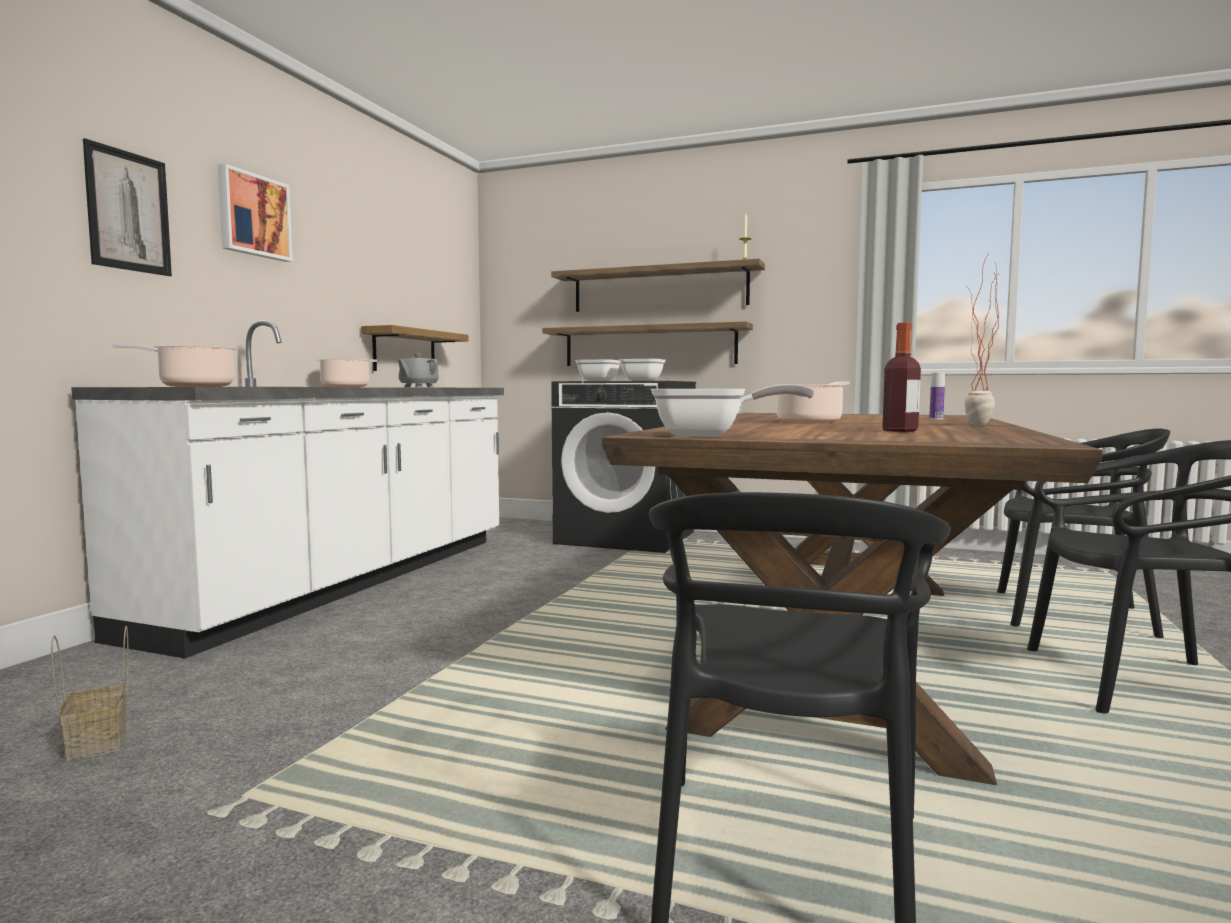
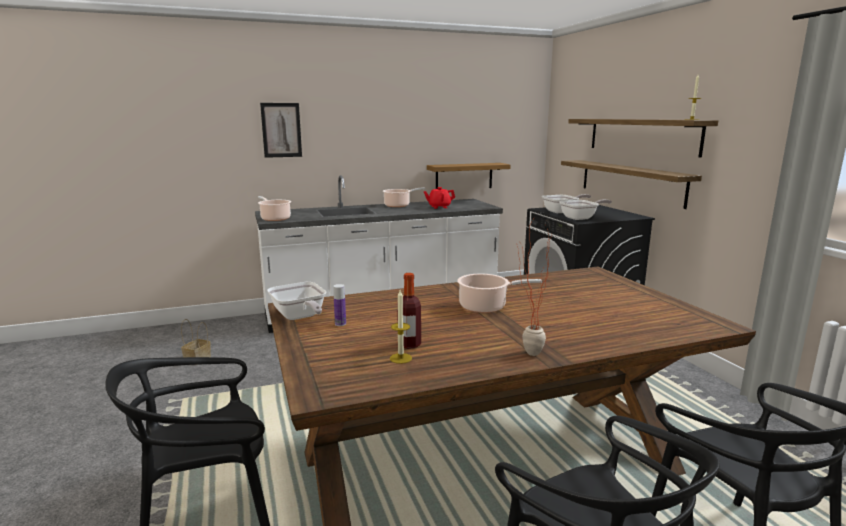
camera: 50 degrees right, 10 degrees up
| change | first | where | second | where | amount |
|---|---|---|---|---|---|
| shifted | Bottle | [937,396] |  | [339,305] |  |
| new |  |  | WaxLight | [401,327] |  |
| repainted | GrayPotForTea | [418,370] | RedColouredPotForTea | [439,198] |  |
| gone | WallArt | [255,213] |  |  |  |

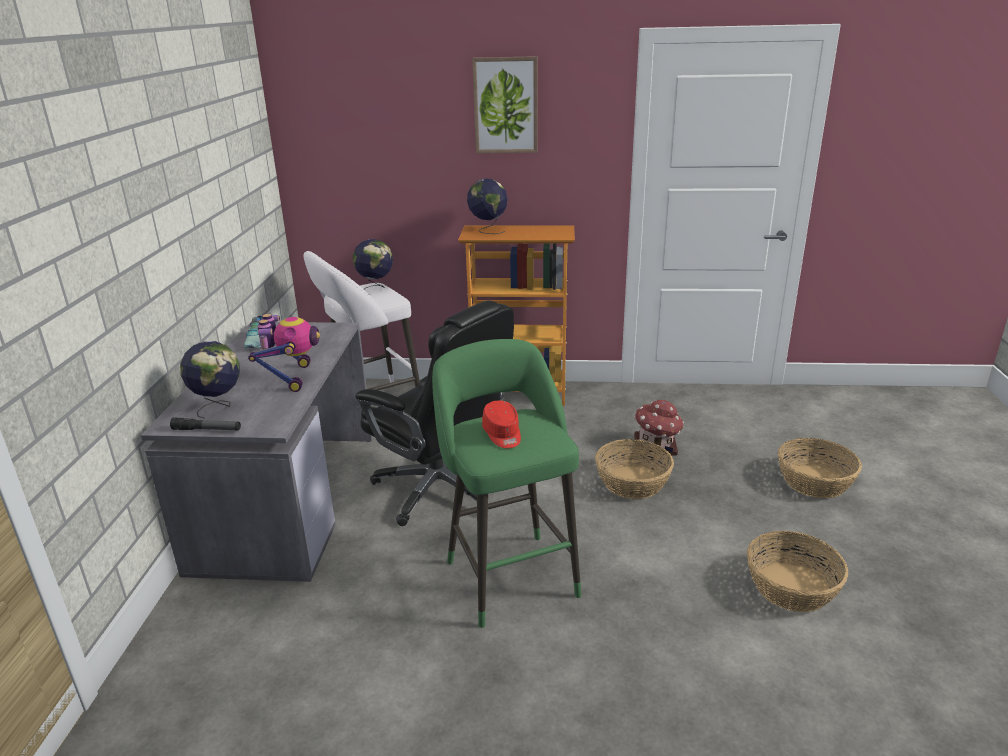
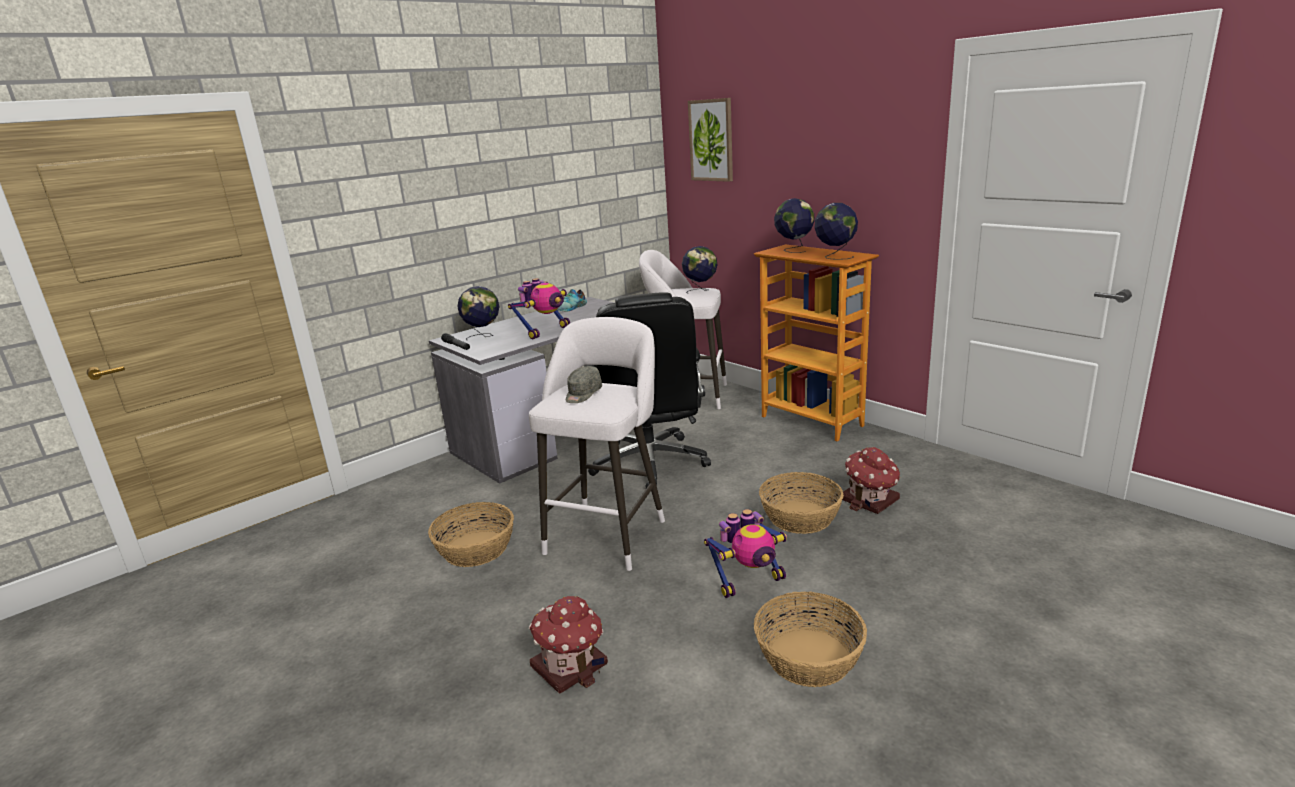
camera: 45 degrees right, 5 degrees down
| change | first | where | second | where | amount |
|---|---|---|---|---|---|
| shifted | StorageBasket | [820,468] |  | [471,534] |  |
| repainted | GreenSittingStool | [506,483] | WhitishSittingStool | [597,444] |  |
| new |  |  | ModelHouse | [568,645] |  |
| repainted | RedColouredCap | [501,424] | GrayCap | [584,384] |  |
| shifted | WallArt | [505,104] |  | [710,140] |  |
| new |  |  | ToyRobot | [745,553] |  |
| new |  |  | DeskGlobe | [836,231] |  |

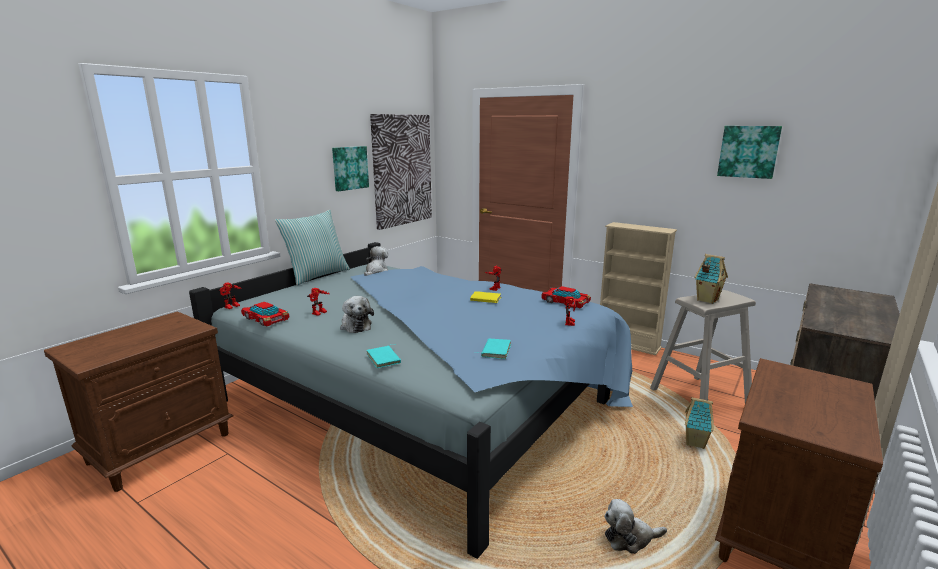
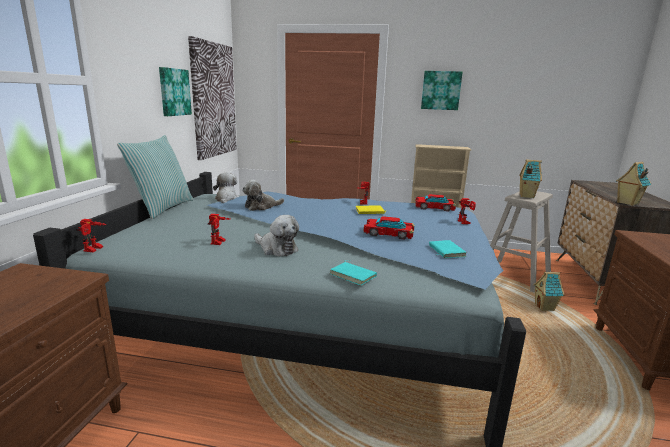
camera: 25 degrees left, 0 degrees up
| change | first | where | second | where | amount |
|---|---|---|---|---|---|
| shifted | PlushToy | [635,526] |  | [263,195] |  |
| shifted | ToyCar | [265,314] |  | [389,227] |  |
| shifted | WallArt | [749,152] |  | [442,90] |  |
| new |  |  | ModelHouse | [633,184] |  |

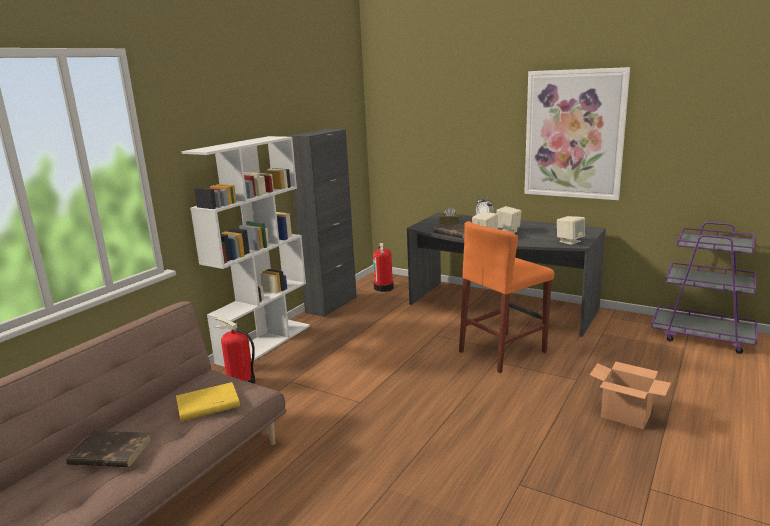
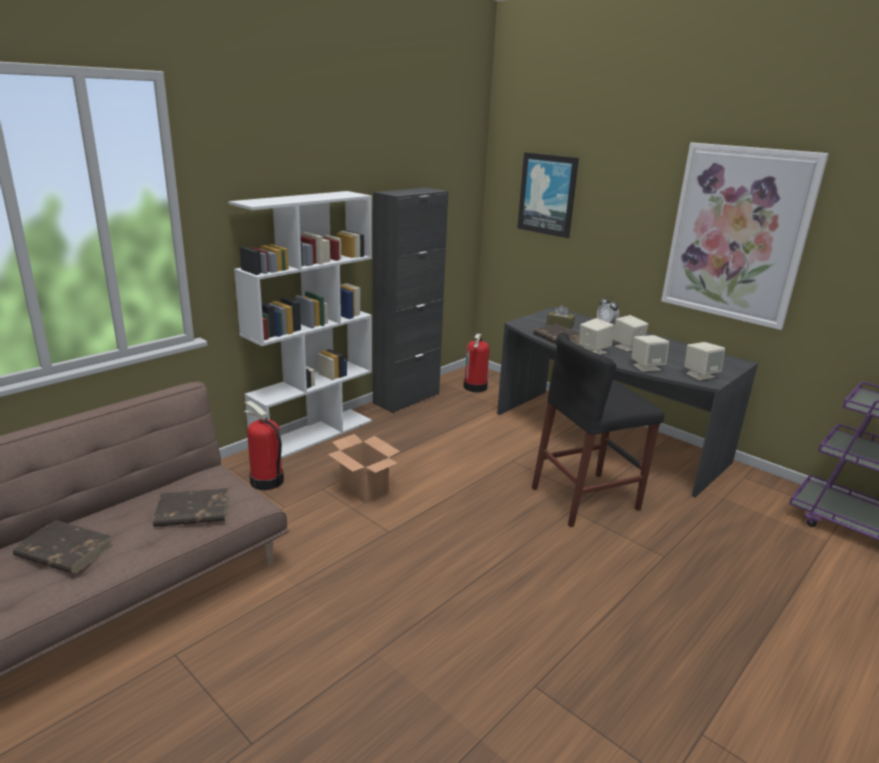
camera: 10 degrees right, 5 degrees up
| change | first | where | second | where | amount |
|---|---|---|---|---|---|
| repainted | YellowColouredBoundBook | [208,401] | BrownColouredBoundBook | [191,507] |  |
| shifted | Carton | [630,395] |  | [364,468] |  |
| new |  |  | WallArt | [548,195] |  |
| repainted | OrangeColouredSittingStool | [506,297] | BlackSittingStool | [598,430] |  |
| new |  |  | SandColouredSpeaker | [650,353] |  |

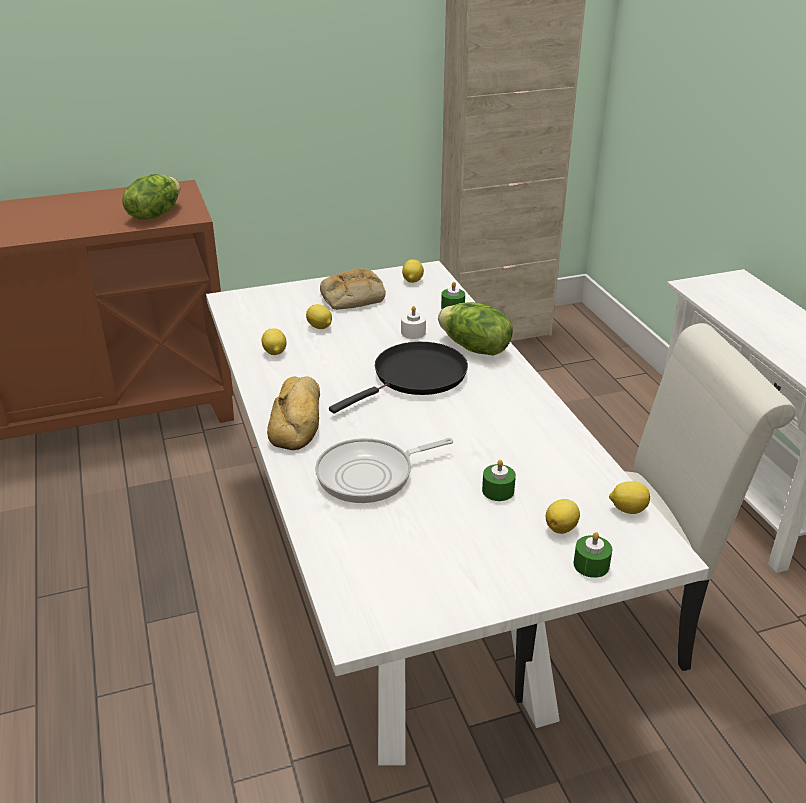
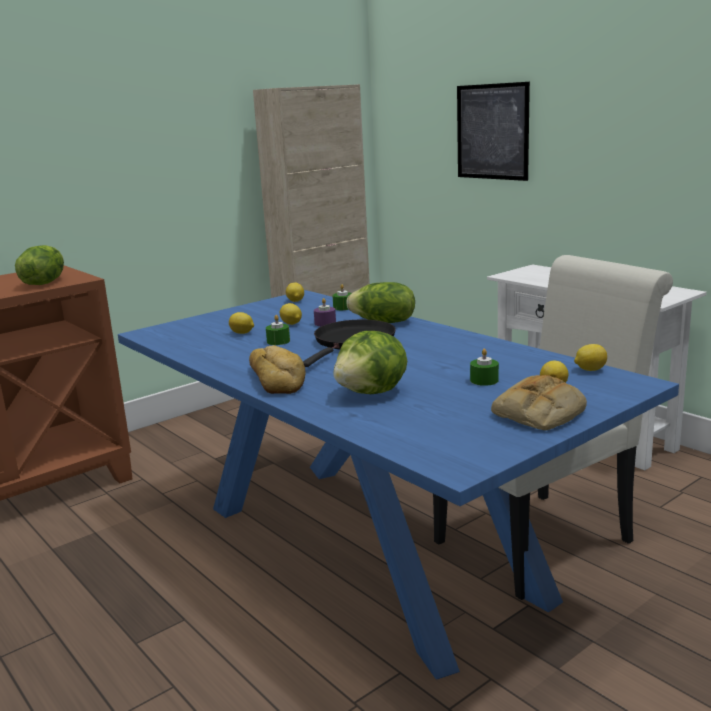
camera: 20 degrees left, 15 degrees down
| change | first | where | second | where | amount |
|---|---|---|---|---|---|
| repainted | WhitishKitchenTable | [457,513] | BlueColouredKitchenTable | [398,485] |  |
| shifted | GreenWaxLight | [592,555] |  | [278,330] |  |
| shifted | CitrusFruit | [274,341] |  | [291,314] |  |
| repainted | WhitishWaxLight | [413,322] | PurplishWaxLight | [325,312] |  |
| swapped | Skillet | [384,470] | LettuceHead | [370,362] |  |
| new |  |  | WallArt | [493,131] |  |
| shifted | BakedBread | [353,289] |  | [539,402] |  |

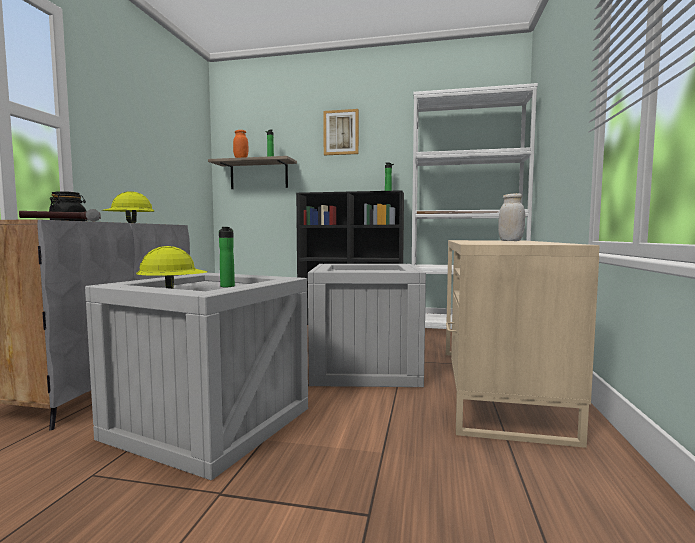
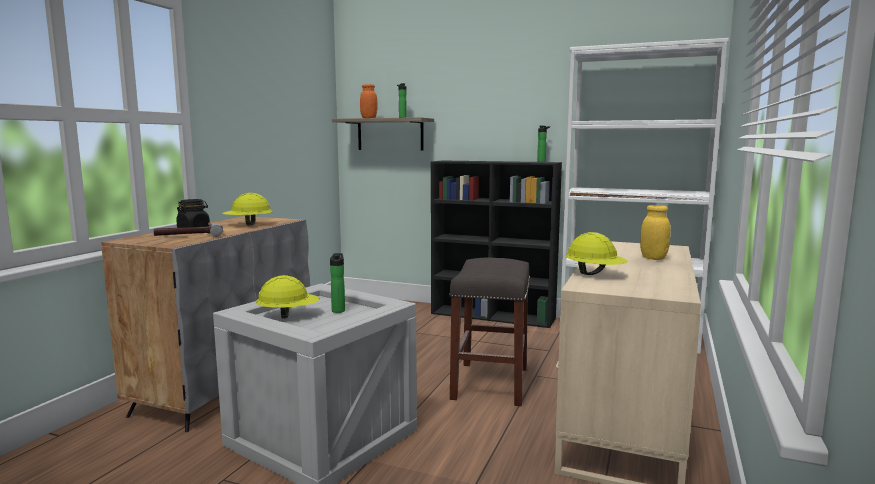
camera: 10 degrees right, 5 degrees up
| change | first | where | second | where | amount |
|---|---|---|---|---|---|
| swapped | PackingCrate | [367,325] | GraySittingStool | [489,332] |  |
| new |  |  | YellowColouredHardHat | [596,253] |  |
| repainted | WhitishPreserveJar | [511,217] | YellowColouredPreserveJar | [655,232] |  |
| gone | WallArt | [341,132] |  |  |  |

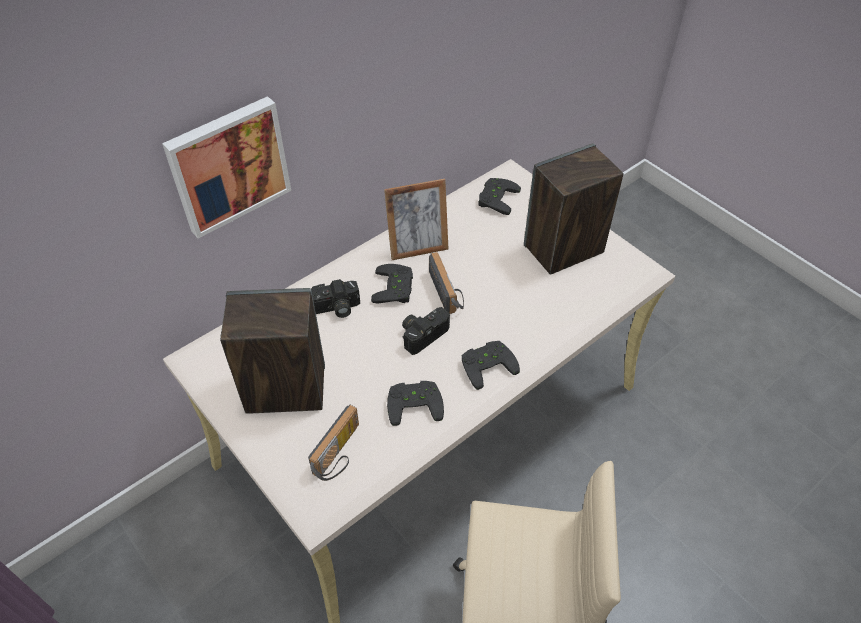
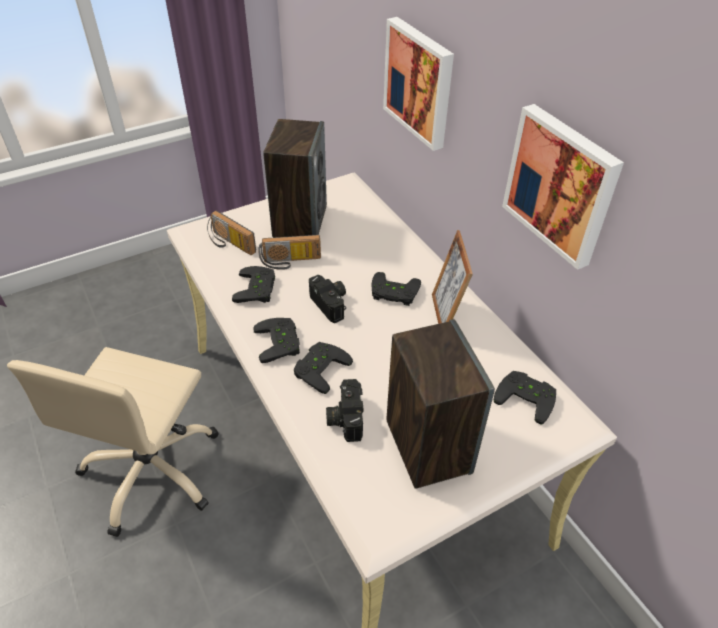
camera: 100 degrees right, 5 degrees down
| change | first | where | second | where | amount |
|---|---|---|---|---|---|
| shifted | RadioReceiver | [446,283] |  | [289,252] |  |
| new |  |  | BlackJoypad | [323,368] |  |
| shifted | StillCamera | [335,298] |  | [344,410] |  |
| new |  |  | WallArt | [563,187] |  |

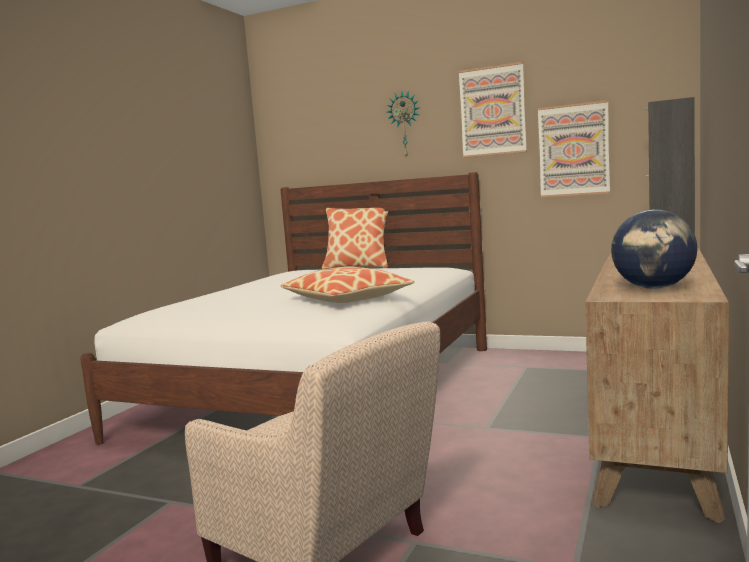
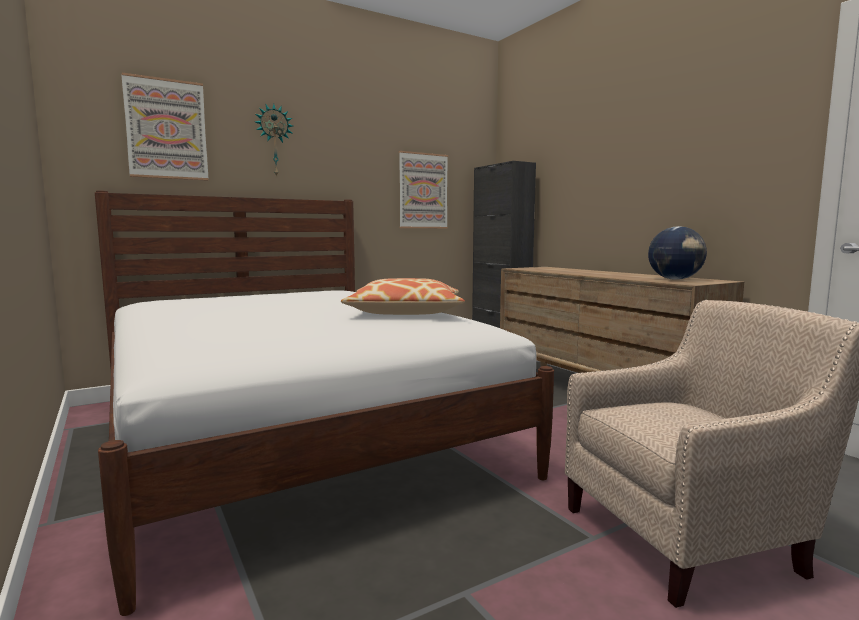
camera: 55 degrees left, 0 degrees up
| change | first | where | second | where | amount |
|---|---|---|---|---|---|
| shifted | WallArt | [493,110] |  | [165,127] |  |
| gone | Pillow | [355,238] |  |  |  |

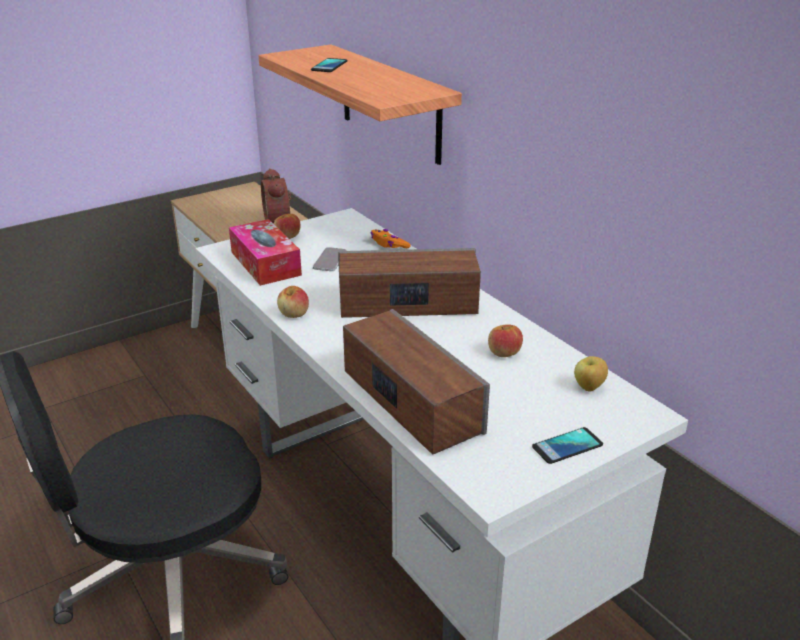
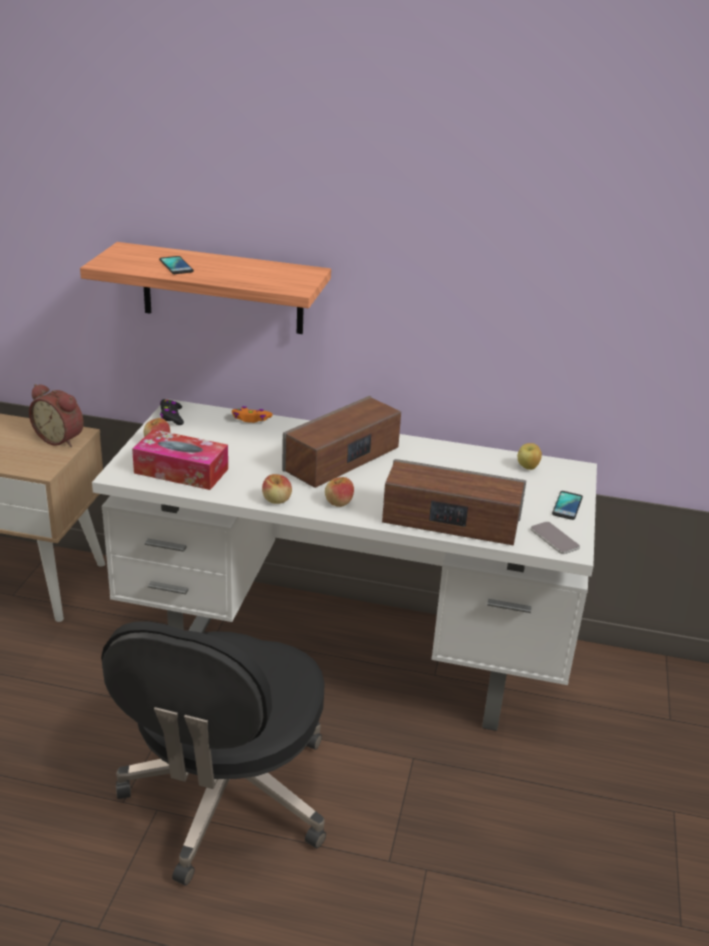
camera: 45 degrees left, 0 degrees up
| change | first | where | second | where | amount |
|---|---|---|---|---|---|
| new |  |  | BlackJoypad | [172,412] |  |
| shifted | WholeApple | [505,340] |  | [339,492] |  |
| shifted | Telephone | [330,259] |  | [555,537] |  |

